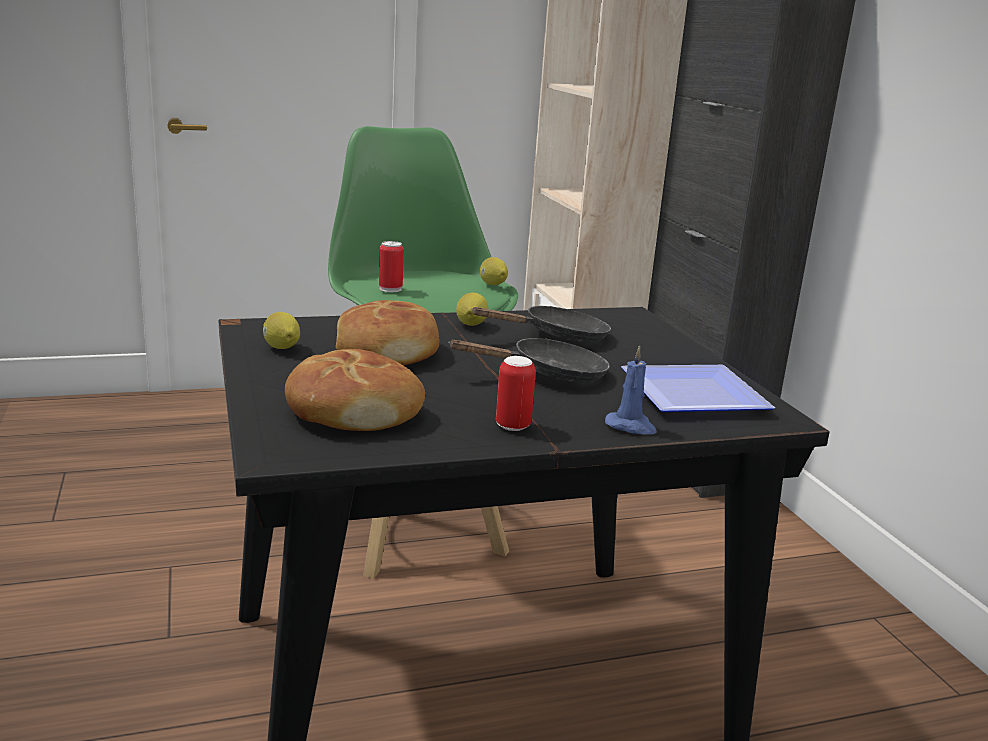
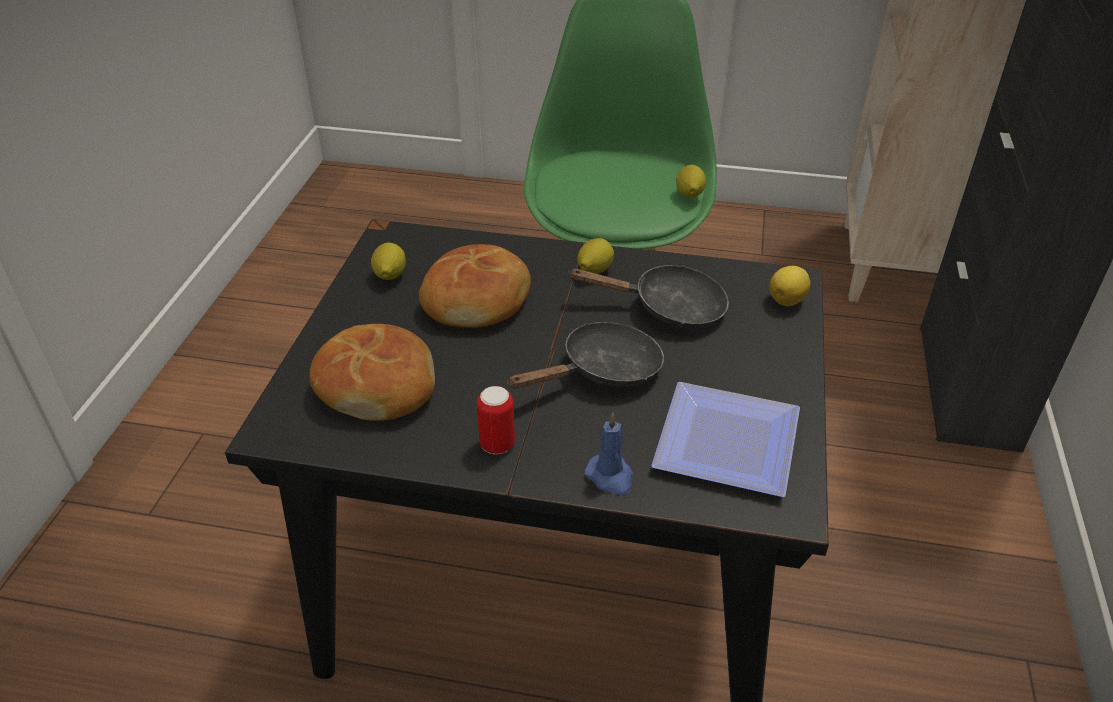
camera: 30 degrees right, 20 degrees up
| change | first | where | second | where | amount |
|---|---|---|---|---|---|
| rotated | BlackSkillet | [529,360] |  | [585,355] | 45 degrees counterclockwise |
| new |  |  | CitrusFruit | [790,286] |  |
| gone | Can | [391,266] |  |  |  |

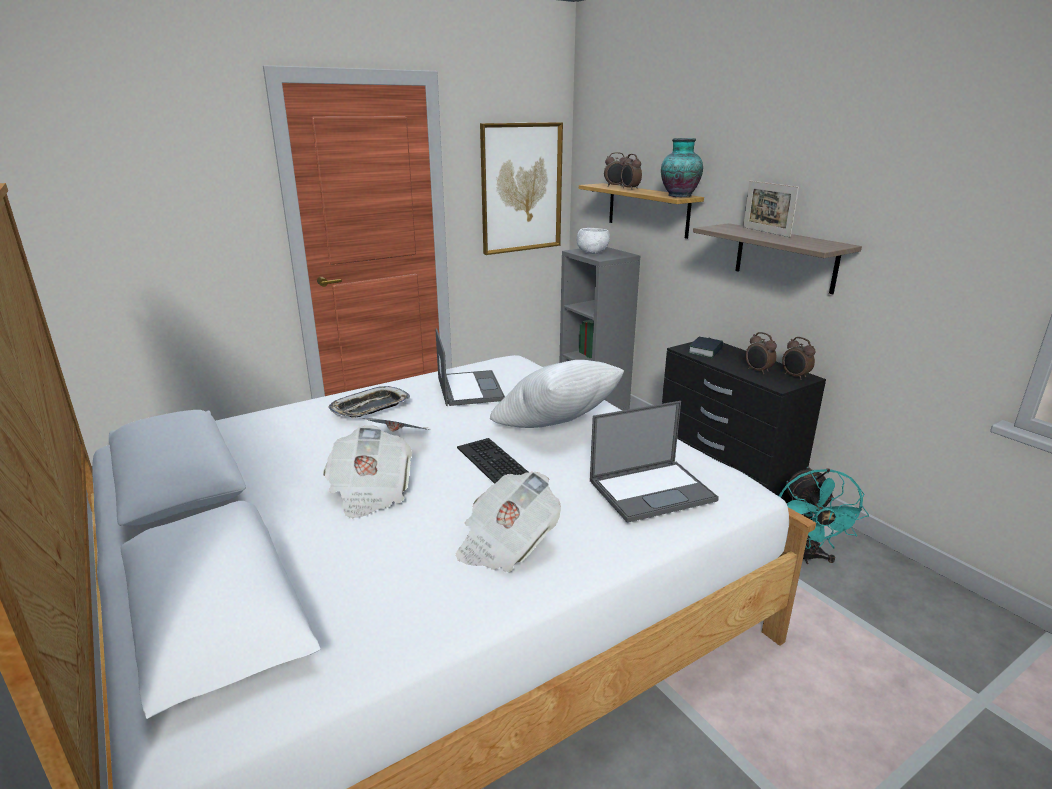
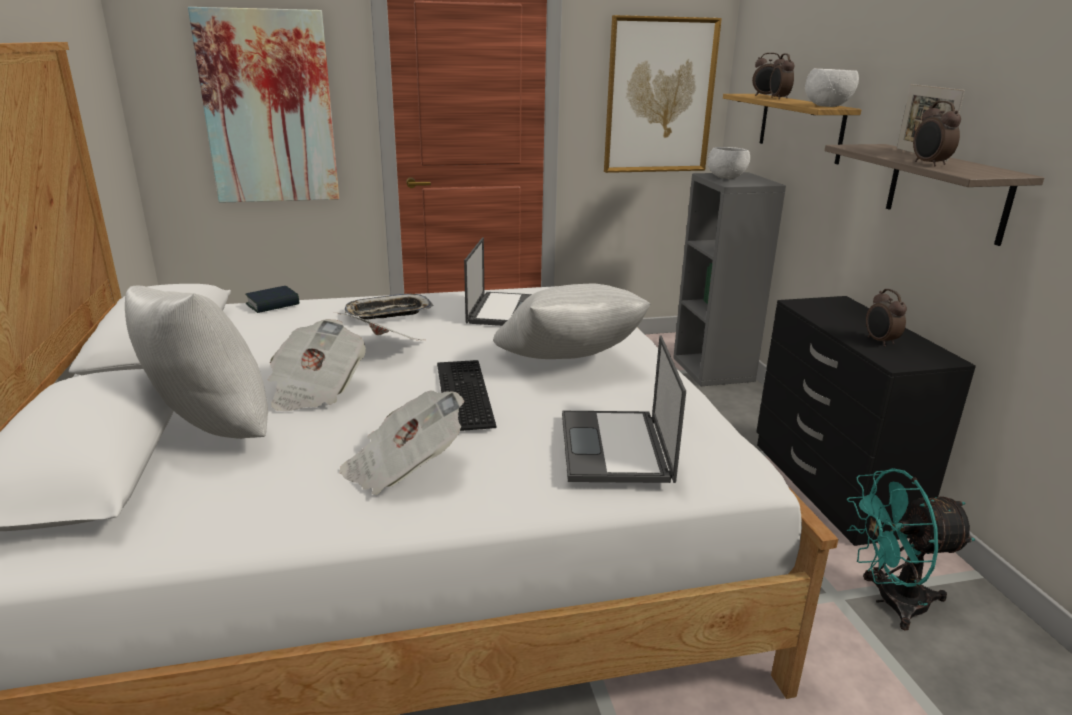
camera: 20 degrees right, 0 degrees up
| change | first | where | second | where | amount |
|---|---|---|---|---|---|
| new |  |  | WhitishPillow | [196,362] |  |
| new |  |  | WallArt | [263,105] |  |
| shifted | BoundBook | [705,347] |  | [272,299] |  |
| rotated | NotebookComputer | [654,462] |  | [624,409] | 90 degrees clockwise |
| swapped | FlowerVase | [682,167] | WhitishDeepDish | [832,87] |  |
| rotated | TurquoiseColouredElectricFan | [824,515] |  | [911,549] | 60 degrees clockwise |
| shifted | BedsideClock | [798,358] |  | [937,134] |  |

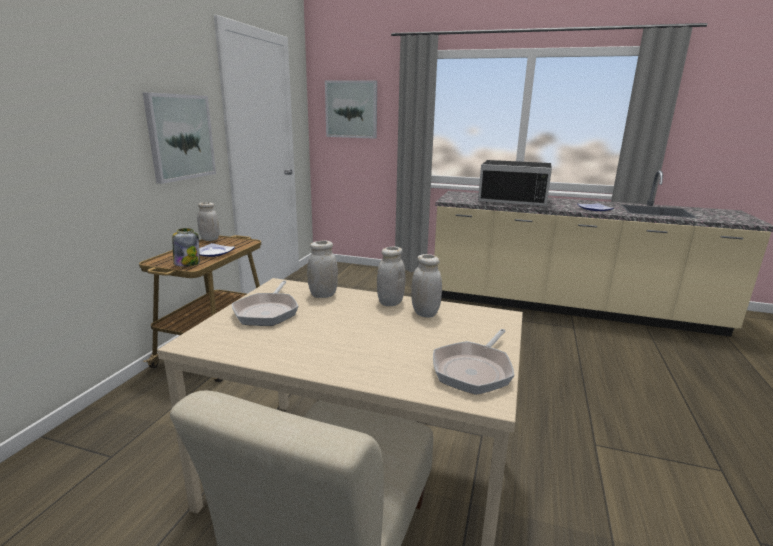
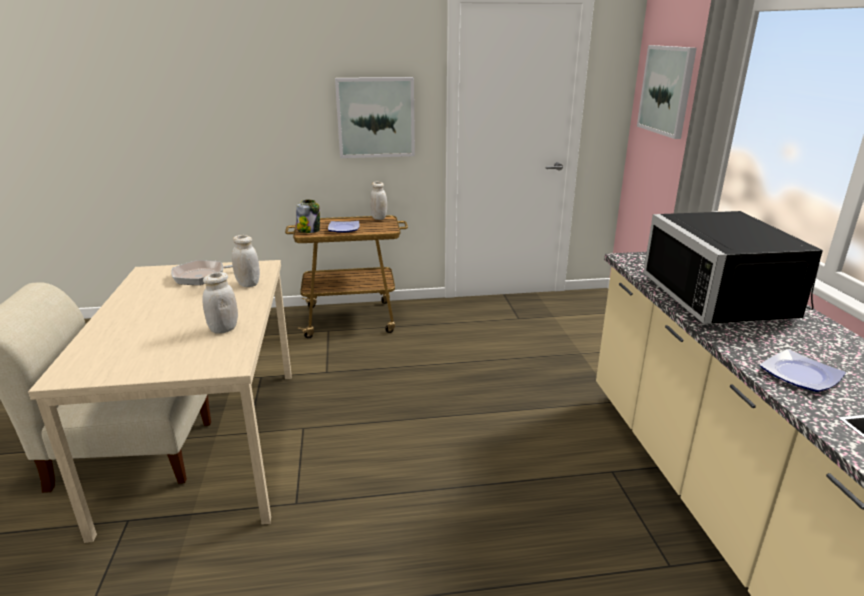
camera: 65 degrees right, 5 degrees up
| change | first | where | second | where | amount |
|---|---|---|---|---|---|
| gone | WhitishPreserveJar | [391,276] |  |  |  |
| gone | Skillet | [473,362] |  |  |  |

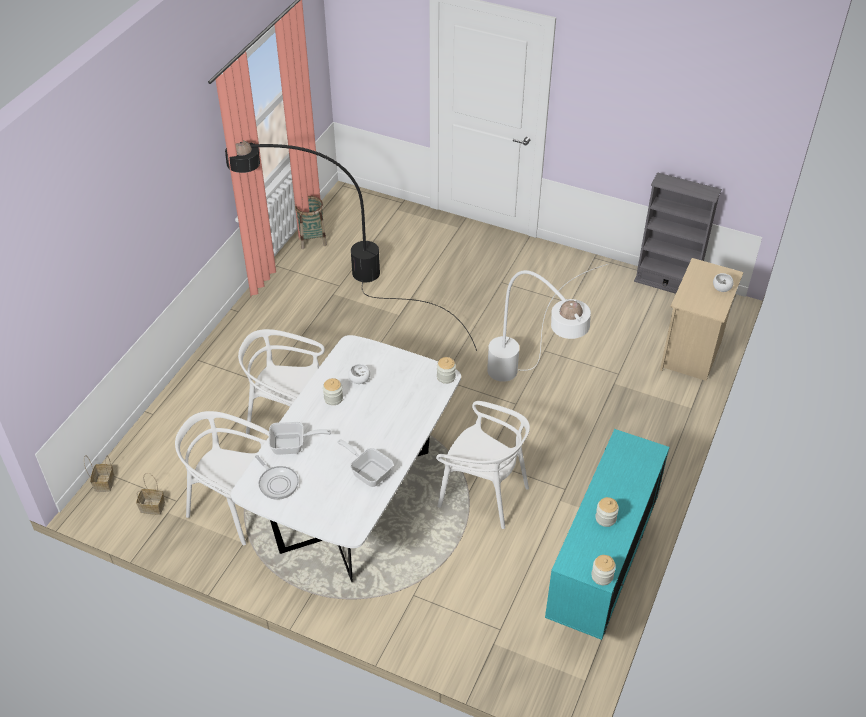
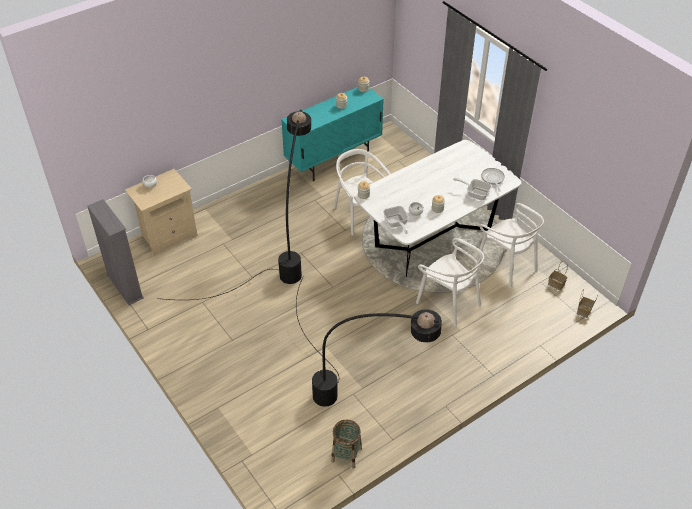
camera: 150 degrees left, 0 degrees up
| change | first | where | second | where | amount |
|---|---|---|---|---|---|
| repainted | WhitishStandardLamp | [547,323] | BlackStandardLamp | [234,204] |  |
| shifted | Skillet | [365,463] |  | [396,220] |  |

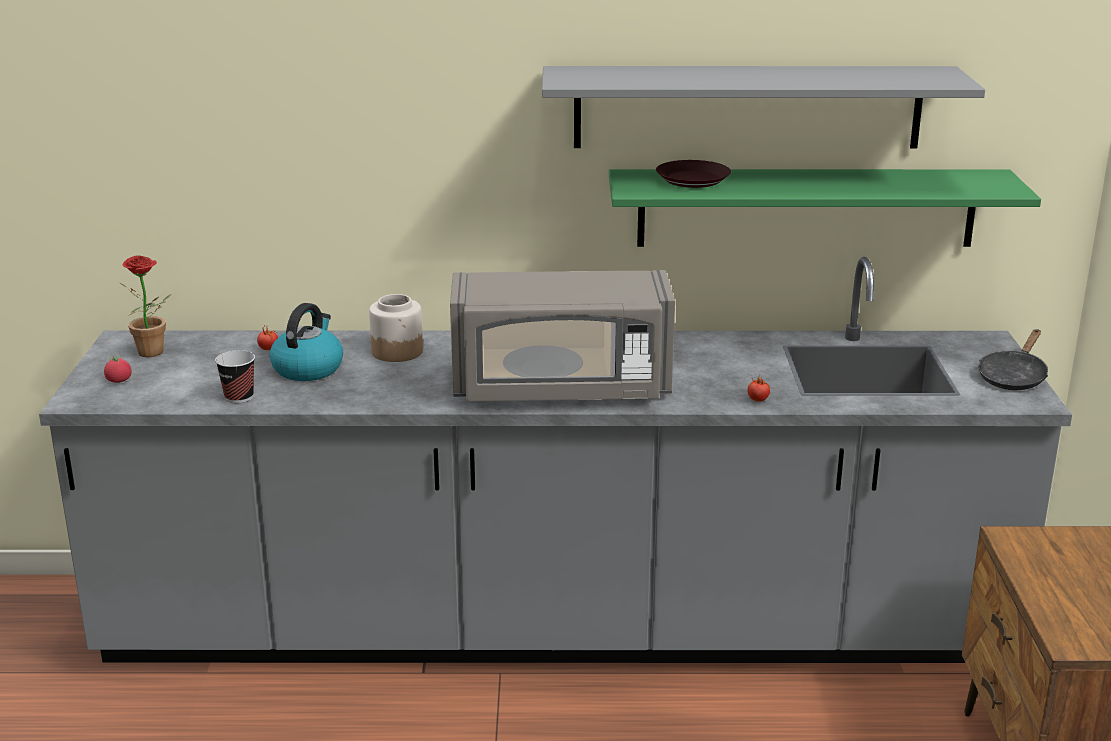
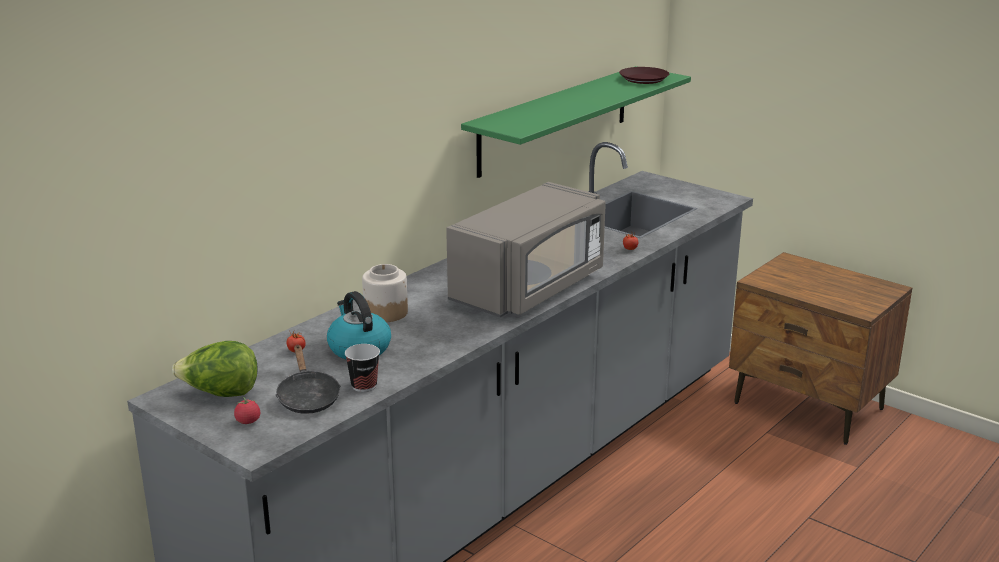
camera: 50 degrees left, 0 degrees up
| change | first | where | second | where | amount |
|---|---|---|---|---|---|
| swapped | PlantInAPot | [145,306] | LettuceHead | [215,369] |  |
| shifted | BlackSkillet | [1013,359] |  | [308,379] |  |
| shifted | BrownColouredDinnerPlate | [693,174] |  | [644,75] |  |
| gone | GrayBracketShelf | [763,107] |  |  |  |

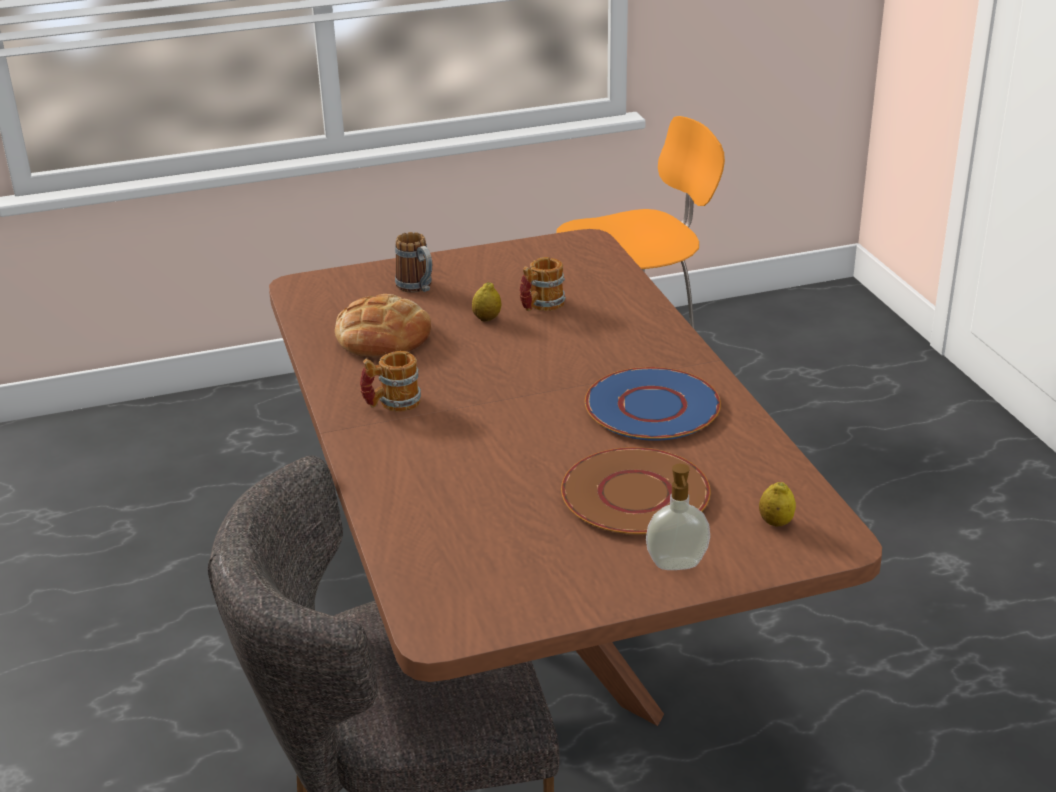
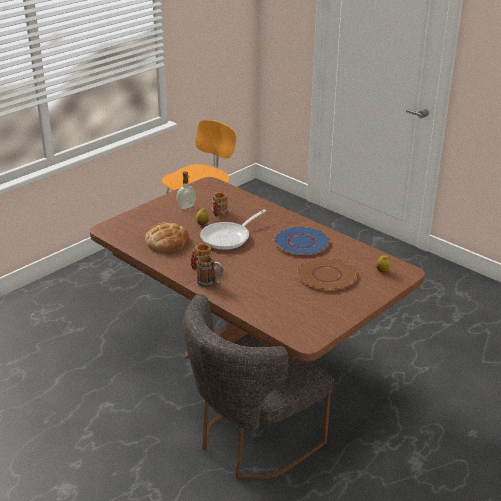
camera: 30 degrees left, 0 degrees up
| change | first | where | second | where | amount |
|---|---|---|---|---|---|
| shifted | SoapBottle | [678,517] |  | [186,190] |  |
| shifted | Mug | [413,262] |  | [210,271] |  |
| new |  |  | Skillet | [233,230] |  |

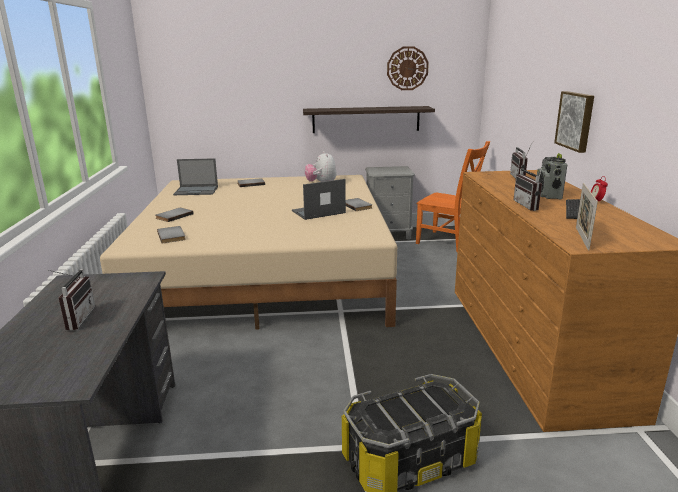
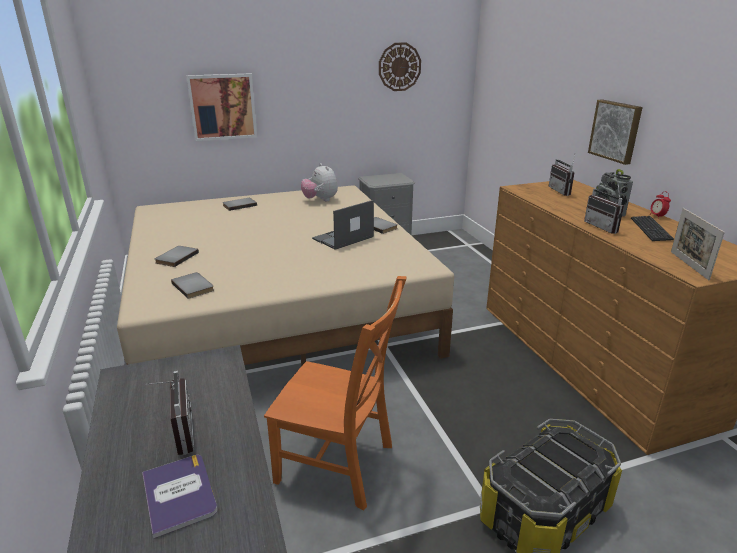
camera: 15 degrees left, 5 degrees up
| change | first | where | second | where | amount |
|---|---|---|---|---|---|
| new |  |  | BoundBook | [179,496] |  |
| new |  |  | WallArt | [221,107] |  |
| shifted | OrangeColouredPlainChair | [453,196] |  | [335,393] |  |
| gone | NotebookComputer | [195,176] |  |  |  |
| gone | BracketShelf | [369,119] |  |  |  |

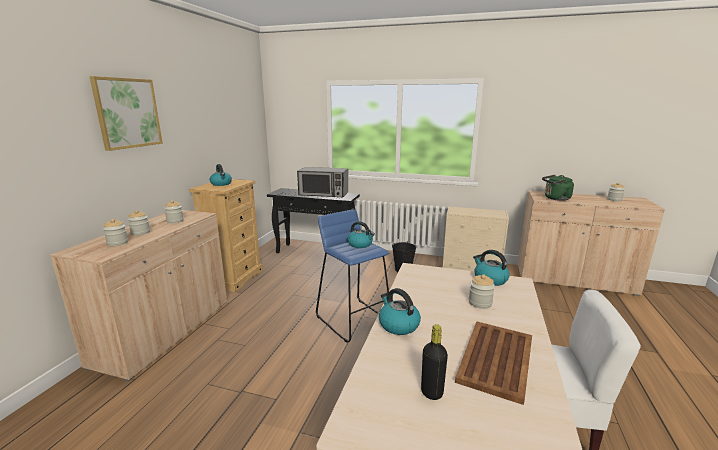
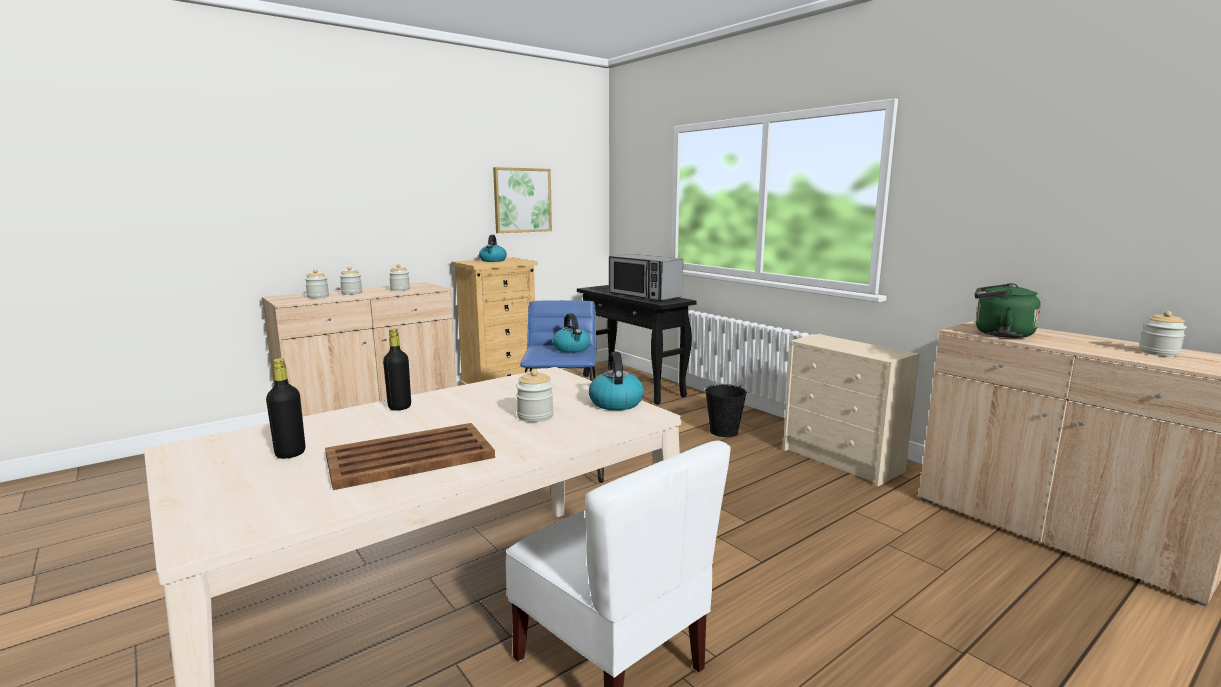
camera: 35 degrees right, 5 degrees down
| change | first | where | second | where | amount |
|---|---|---|---|---|---|
| swapped | Kettle | [400,311] | BlackBottle | [397,369] |  |
| shifted | WallArt | [126,113] |  | [522,200] |  |

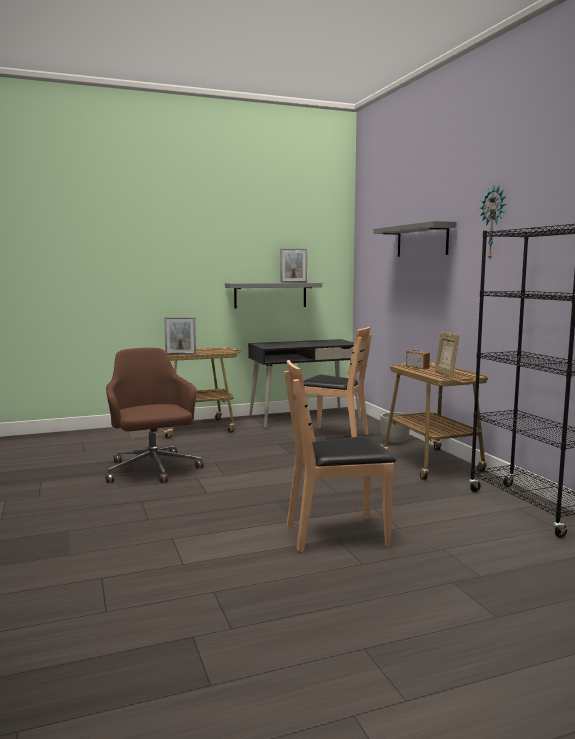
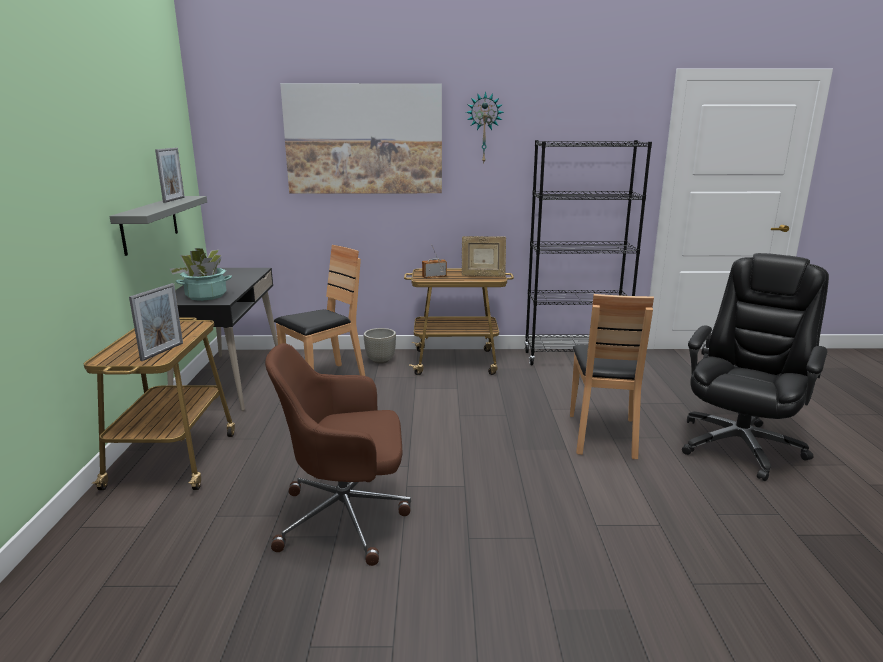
camera: 70 degrees left, 10 degrees up
| change | first | where | second | where | amount |
|---|---|---|---|---|---|
| new |  |  | PlantInAPot | [201,274] |  |
| swapped | GrayBracketShelf | [415,239] | WallArt | [361,138] |  |
| new |  |  | BlackDeskChair | [755,367] |  |

